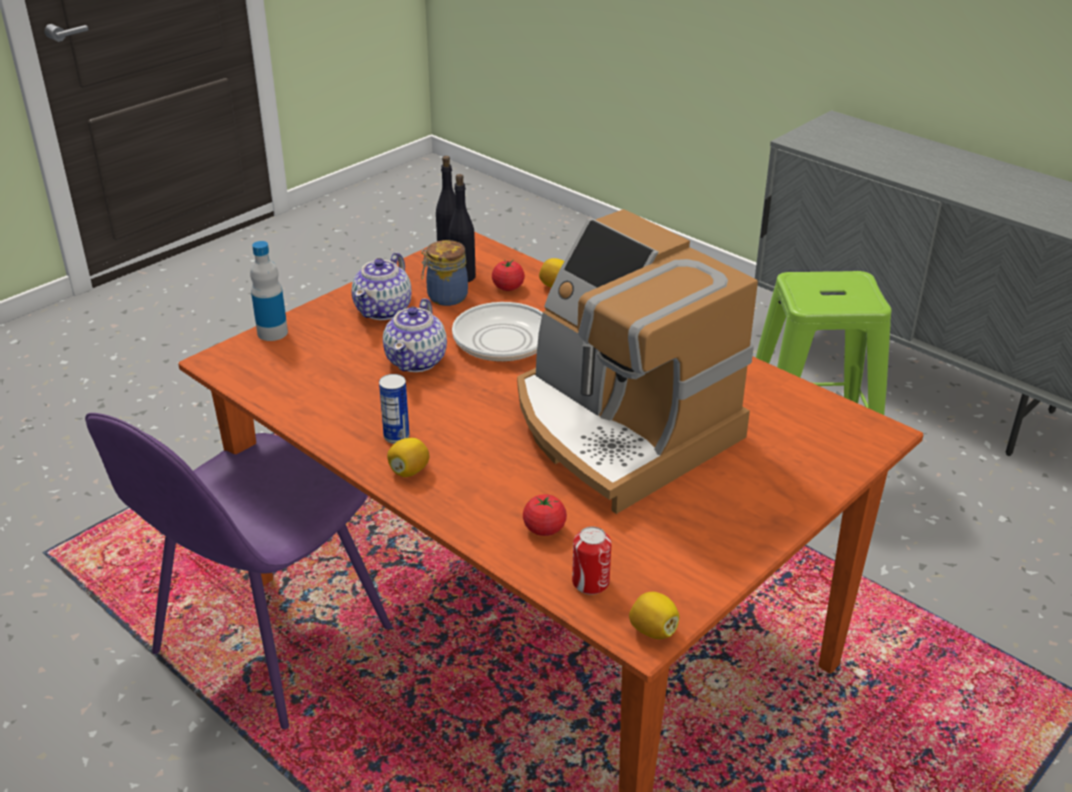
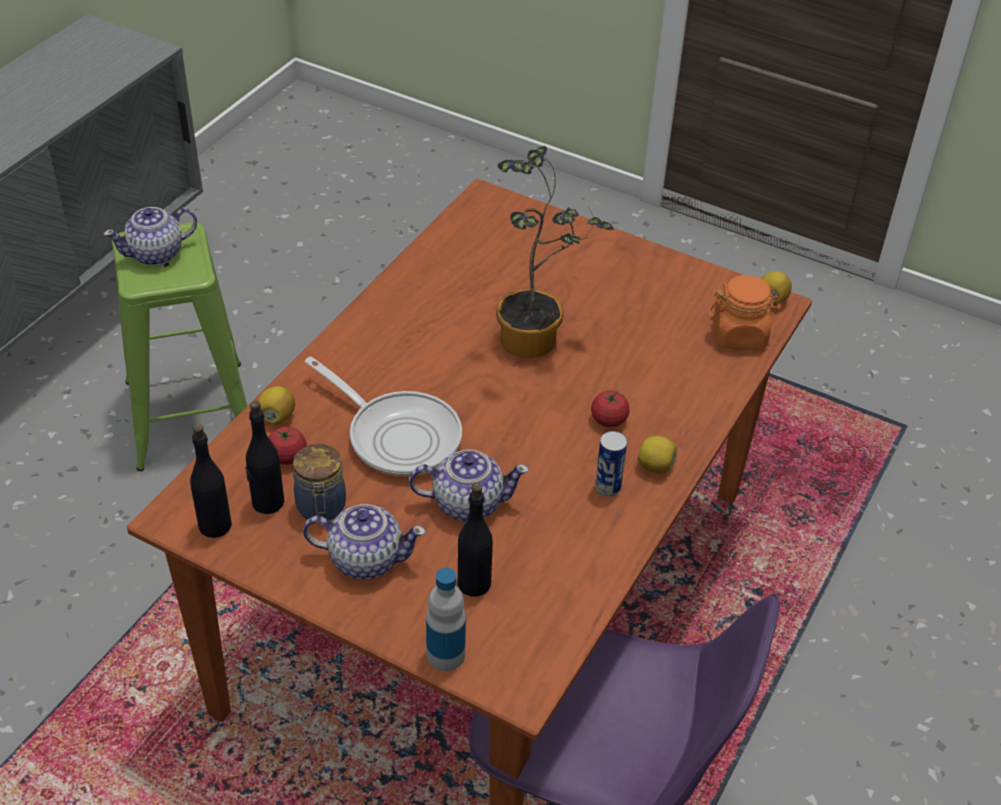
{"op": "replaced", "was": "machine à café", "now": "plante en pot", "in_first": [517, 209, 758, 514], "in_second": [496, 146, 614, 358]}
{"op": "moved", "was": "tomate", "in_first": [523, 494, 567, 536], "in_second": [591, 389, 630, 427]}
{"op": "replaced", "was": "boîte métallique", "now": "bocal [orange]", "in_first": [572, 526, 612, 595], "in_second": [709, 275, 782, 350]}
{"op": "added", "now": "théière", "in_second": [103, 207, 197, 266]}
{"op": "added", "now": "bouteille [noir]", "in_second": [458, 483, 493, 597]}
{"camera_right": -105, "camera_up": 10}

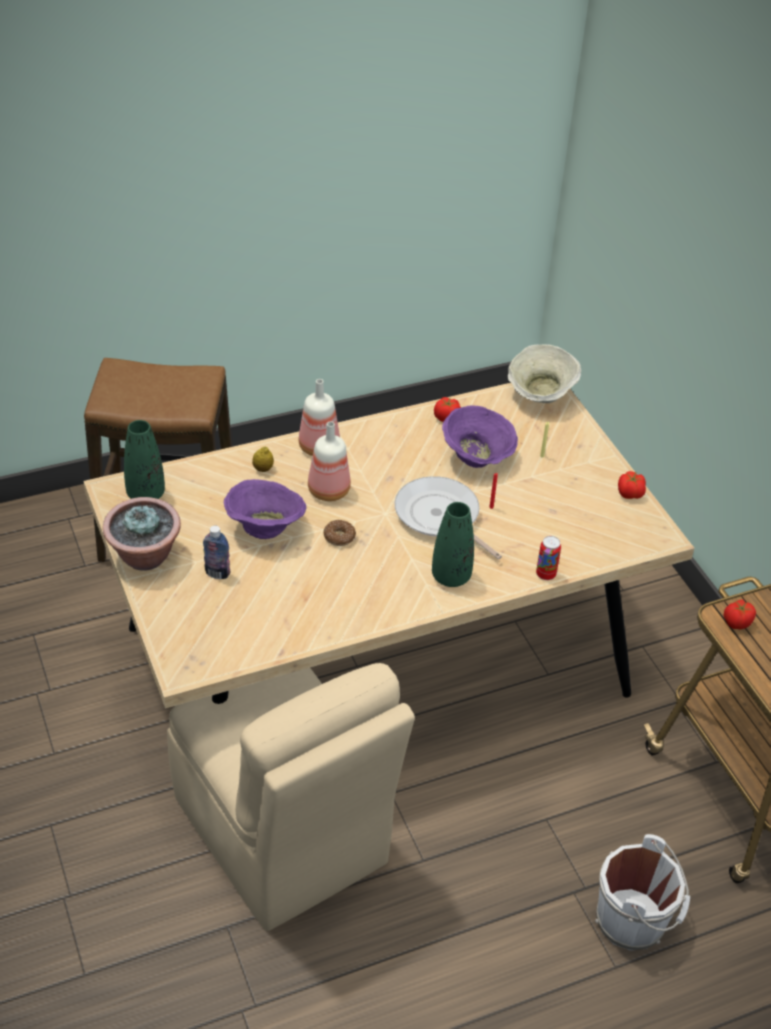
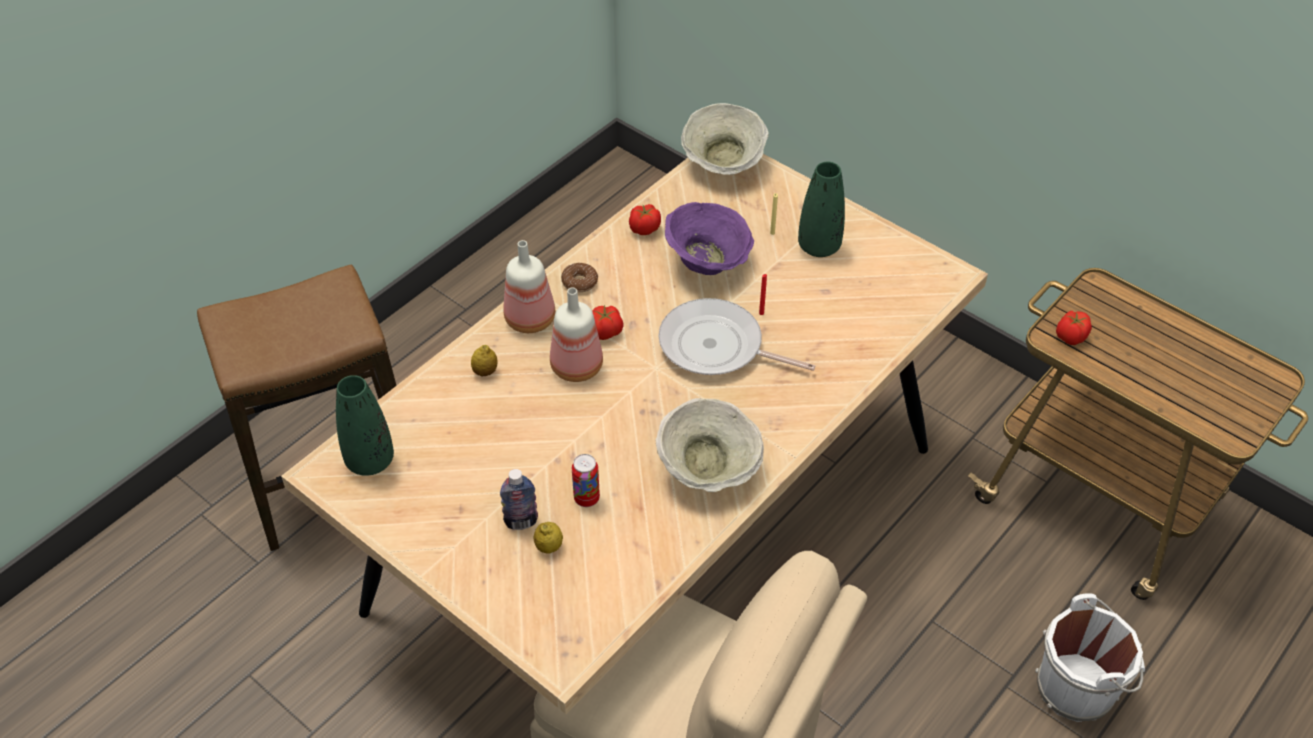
{"op": "moved", "was": "tomate", "in_first": [618, 471, 646, 499], "in_second": [592, 305, 624, 340]}
{"op": "removed", "was": "bol [violet]", "in_first": [224, 479, 306, 539]}
{"op": "removed", "was": "plante en pot", "in_first": [103, 497, 181, 571]}
{"op": "moved", "was": "vase [vert]", "in_first": [432, 502, 474, 587], "in_second": [798, 162, 845, 257]}
{"op": "moved", "was": "beignet", "in_first": [324, 520, 356, 546], "in_second": [561, 263, 598, 293]}
{"op": "moved", "was": "boîte métallique", "in_first": [536, 536, 561, 580], "in_second": [572, 454, 600, 507]}
{"op": "added", "now": "bol [beige]", "in_second": [656, 398, 764, 492]}
{"op": "added", "now": "citron", "in_second": [534, 522, 563, 554]}
{"camera_right": -25, "camera_up": 5}

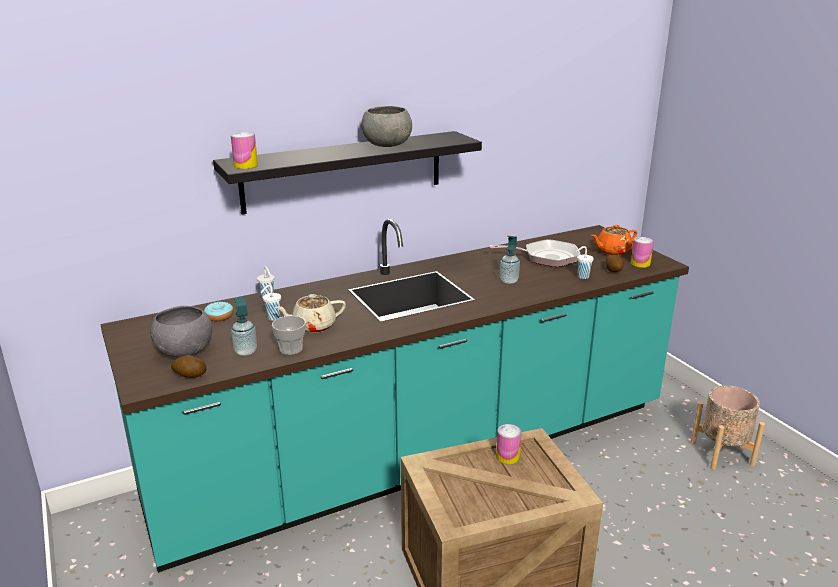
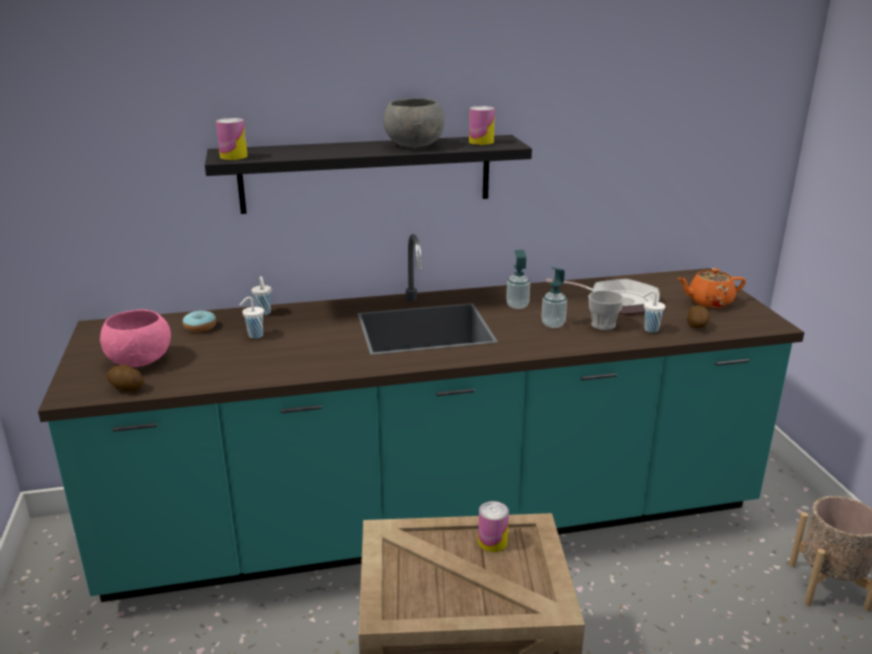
{"op": "moved", "was": "boîte métallique", "in_first": [631, 237, 654, 268], "in_second": [469, 106, 495, 145]}
{"op": "removed", "was": "théière [beige]", "in_first": [275, 294, 346, 333]}
{"op": "moved", "was": "distributeur de savon", "in_first": [231, 296, 257, 356], "in_second": [506, 250, 530, 309]}
{"op": "recoloured", "was": "bol [gris]", "now": "bol [rose]", "in_first": [150, 306, 212, 357], "in_second": [100, 309, 171, 367]}
{"op": "moved", "was": "tasse", "in_first": [272, 316, 306, 355], "in_second": [589, 290, 624, 330]}
{"camera_right": 15, "camera_up": 0}

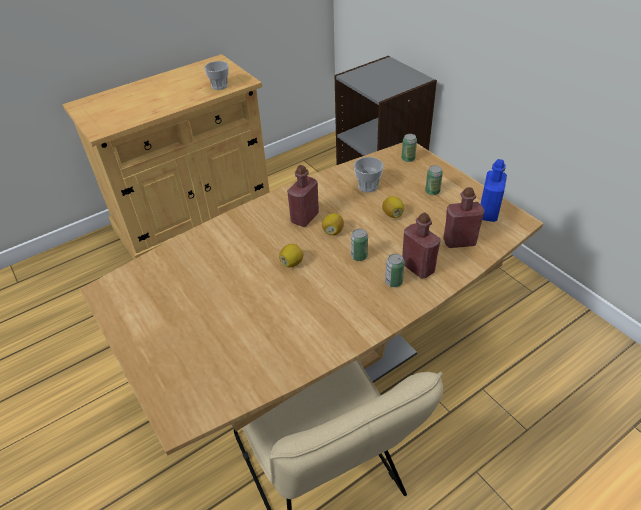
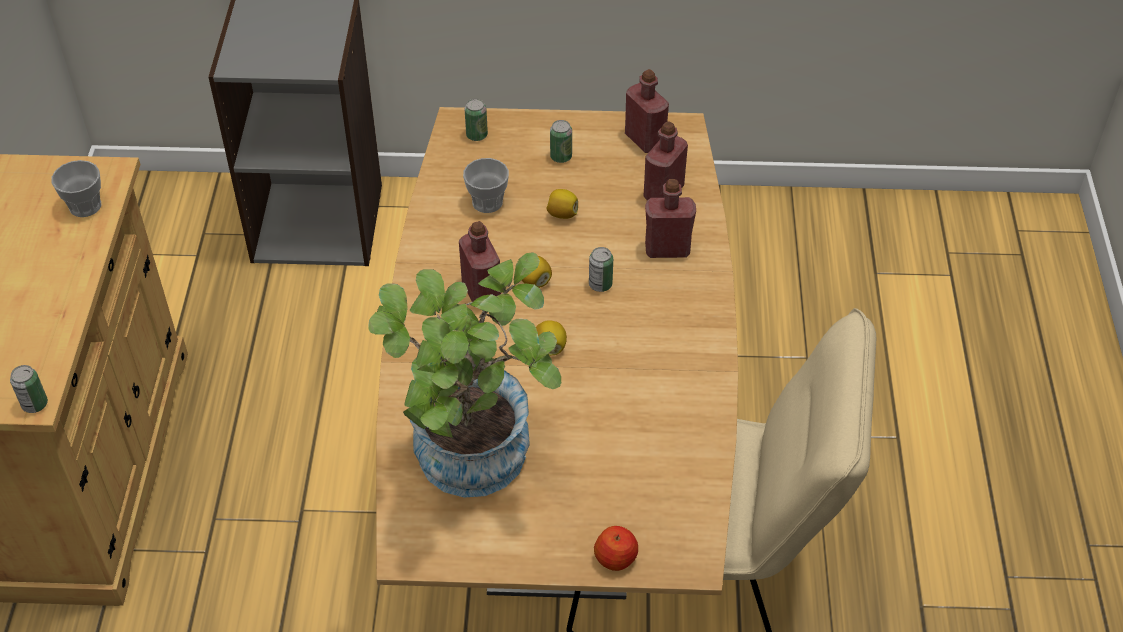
{"op": "recoloured", "was": "bouteille [bleu]", "now": "bouteille [rouge]", "in_first": [481, 159, 507, 222], "in_second": [625, 69, 669, 153]}
{"op": "moved", "was": "boîte métallique", "in_first": [385, 254, 405, 287], "in_second": [10, 365, 48, 413]}
{"op": "added", "now": "plante en pot", "in_second": [368, 252, 561, 497]}
{"op": "added", "now": "pomme", "in_second": [594, 526, 638, 571]}
{"camera_right": -55, "camera_up": 5}

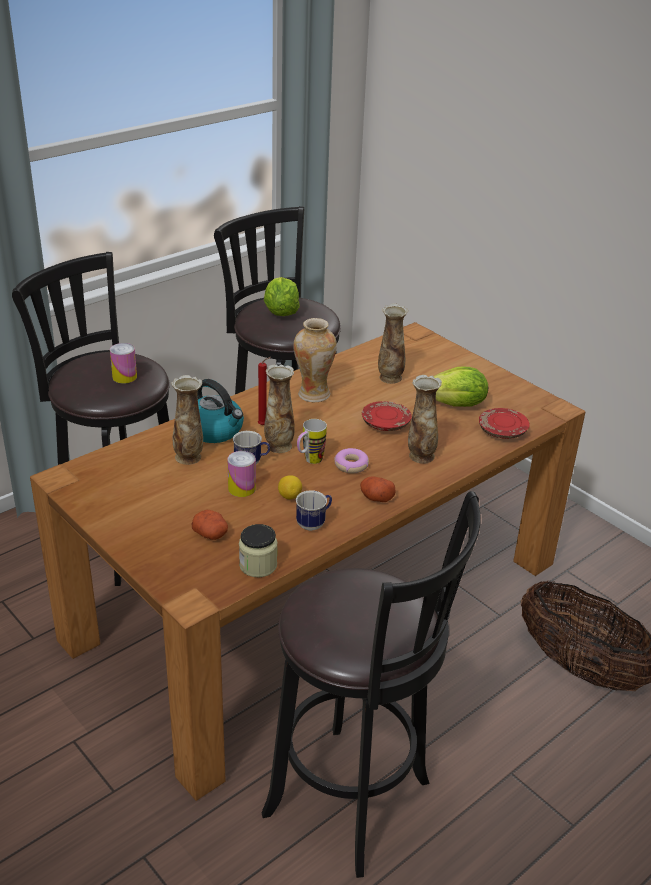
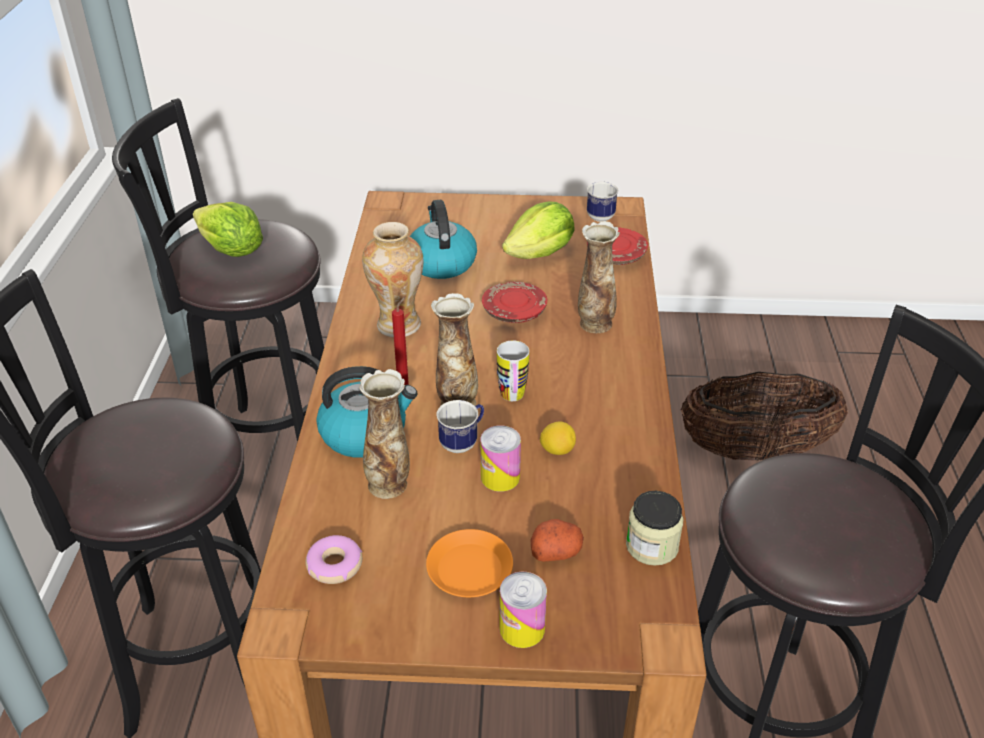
{"op": "replaced", "was": "vase", "now": "bouilloire", "in_first": [378, 304, 408, 384], "in_second": [410, 200, 477, 279]}
{"op": "moved", "was": "boîte métallique", "in_first": [110, 343, 137, 384], "in_second": [499, 572, 547, 648]}
{"op": "moved", "was": "beignet", "in_first": [334, 448, 369, 473], "in_second": [306, 535, 362, 584]}
{"op": "removed", "was": "pomme de terre", "in_first": [360, 476, 396, 502]}
{"op": "moved", "was": "mug", "in_first": [296, 490, 332, 531], "in_second": [587, 182, 618, 222]}
{"op": "added", "now": "assiette [orange]", "in_second": [426, 529, 513, 597]}
{"camera_right": -45, "camera_up": 5}

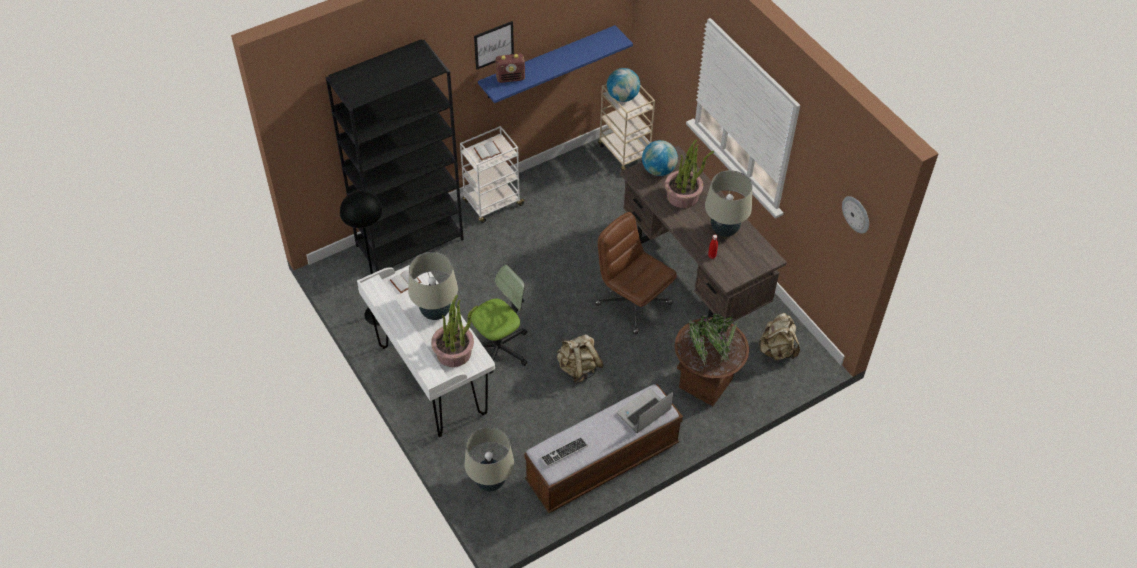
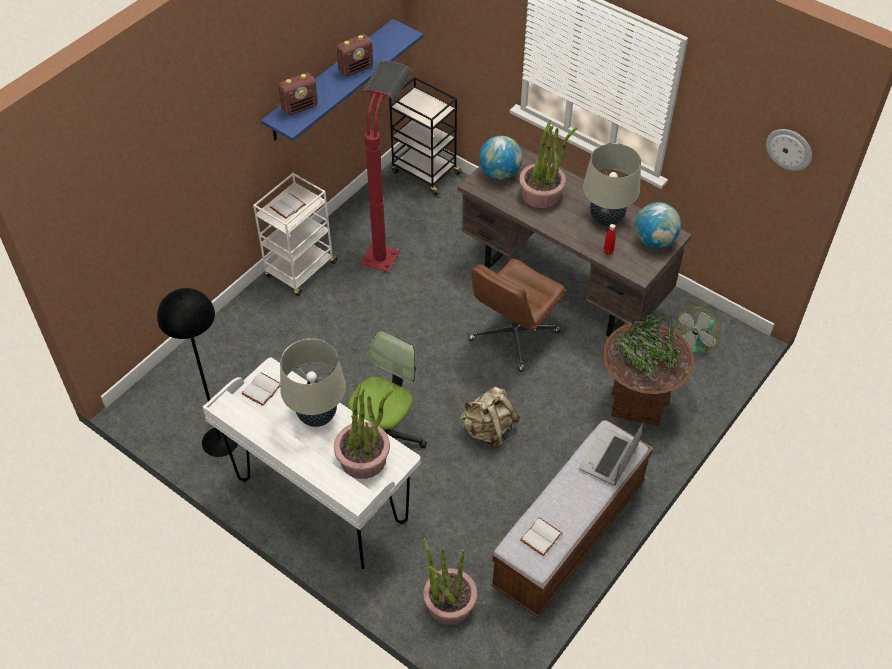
{"op": "removed", "was": "tableau", "in_first": [474, 21, 514, 70]}
{"op": "removed", "was": "bibliothèque [noir]", "in_first": [326, 39, 464, 272]}
{"op": "moved", "was": "globe", "in_first": [607, 68, 640, 102], "in_second": [635, 202, 681, 248]}
{"op": "recoloured", "was": "chariot [beige]", "now": "chariot [noir]", "in_first": [598, 84, 655, 171], "in_second": [389, 77, 463, 195]}
{"op": "turned", "was": "chaise de bureau [marron]", "in_first": [595, 212, 677, 334], "in_second": [468, 259, 565, 372], "clockwise": -75}
{"op": "replaced", "was": "sac à dos [beige]", "now": "ventilateur", "in_first": [758, 313, 800, 360], "in_second": [676, 306, 720, 354]}
{"op": "replaced", "was": "lampe de table [beige]", "now": "plante en pot", "in_first": [464, 427, 514, 492], "in_second": [423, 537, 477, 625]}
{"op": "replaced", "was": "clavier", "now": "livre [blanc]", "in_first": [541, 437, 588, 467], "in_second": [520, 517, 562, 556]}
{"op": "added", "now": "radio", "in_second": [336, 34, 373, 77]}
{"op": "added", "now": "lampadaire [rouge]", "in_second": [360, 60, 412, 272]}
{"camera_right": -20, "camera_up": 0}

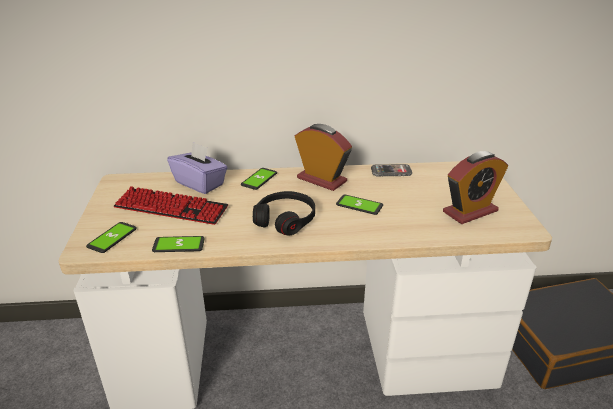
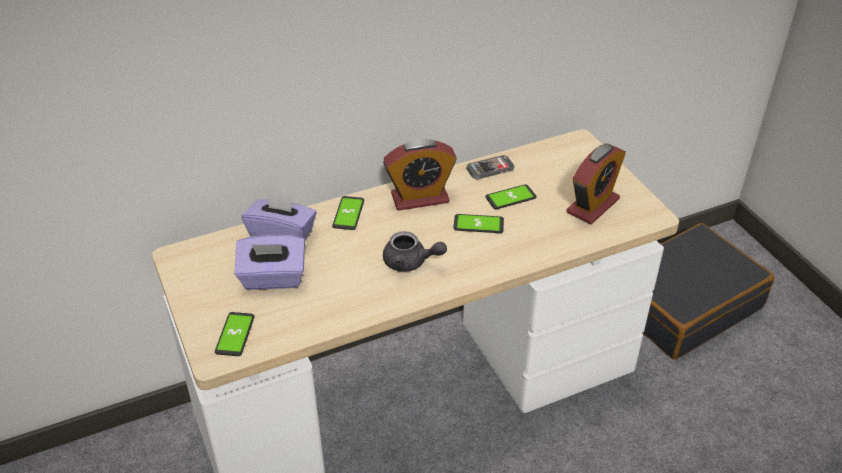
{"op": "turned", "was": "réveil", "in_first": [295, 124, 352, 191], "in_second": [383, 139, 457, 211], "clockwise": 150}
{"op": "replaced", "was": "clavier", "now": "boîte à mouchoirs [violet]", "in_first": [114, 186, 228, 225], "in_second": [235, 235, 305, 290]}
{"op": "replaced", "was": "casque audio [noir]", "now": "théière [gris]", "in_first": [253, 191, 315, 235], "in_second": [383, 231, 447, 272]}
{"op": "moved", "was": "téléphone", "in_first": [152, 236, 205, 252], "in_second": [485, 184, 537, 209]}
{"camera_right": -20, "camera_up": 10}

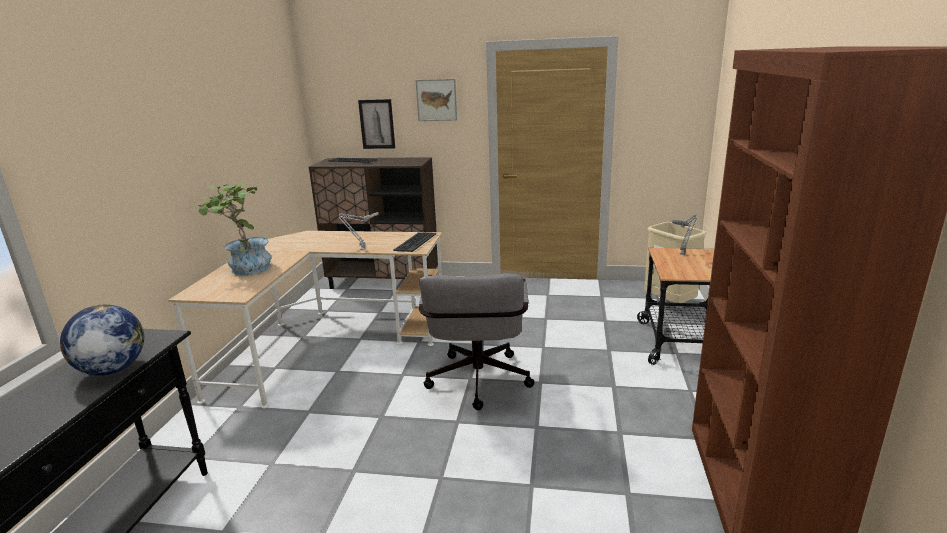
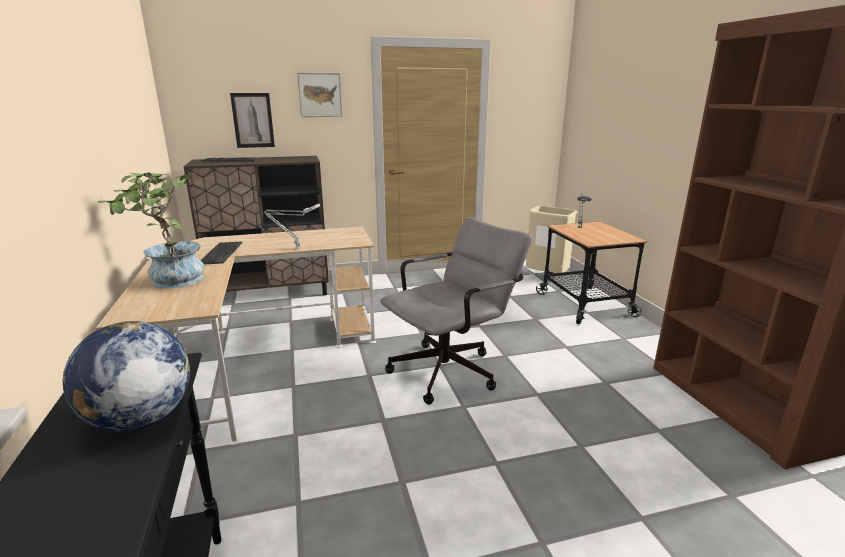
{"op": "moved", "was": "clavier", "in_first": [393, 232, 436, 252], "in_second": [201, 241, 242, 264]}
{"op": "turned", "was": "chaise de bureau [gris]", "in_first": [419, 274, 535, 410], "in_second": [380, 217, 532, 405], "clockwise": -105}
{"camera_right": -25, "camera_up": 0}

